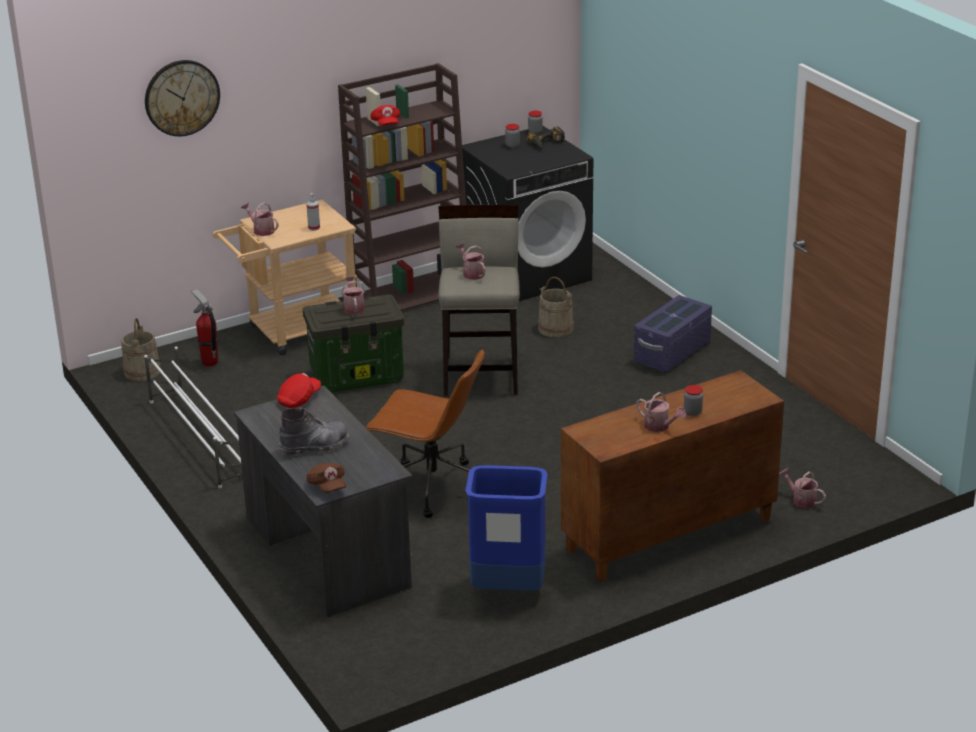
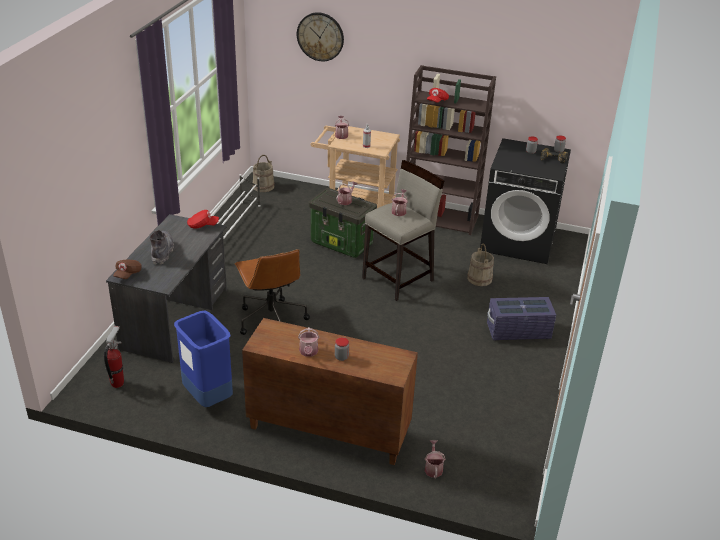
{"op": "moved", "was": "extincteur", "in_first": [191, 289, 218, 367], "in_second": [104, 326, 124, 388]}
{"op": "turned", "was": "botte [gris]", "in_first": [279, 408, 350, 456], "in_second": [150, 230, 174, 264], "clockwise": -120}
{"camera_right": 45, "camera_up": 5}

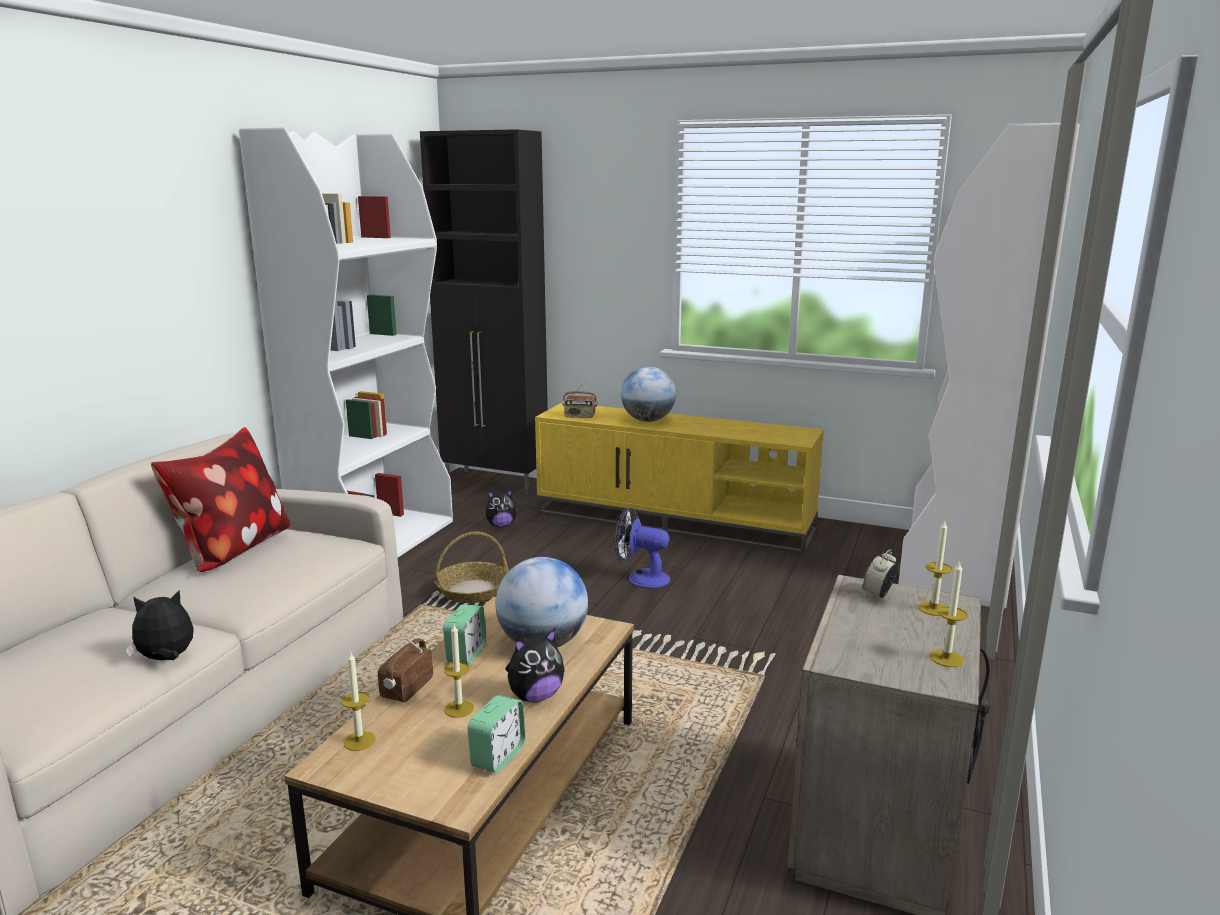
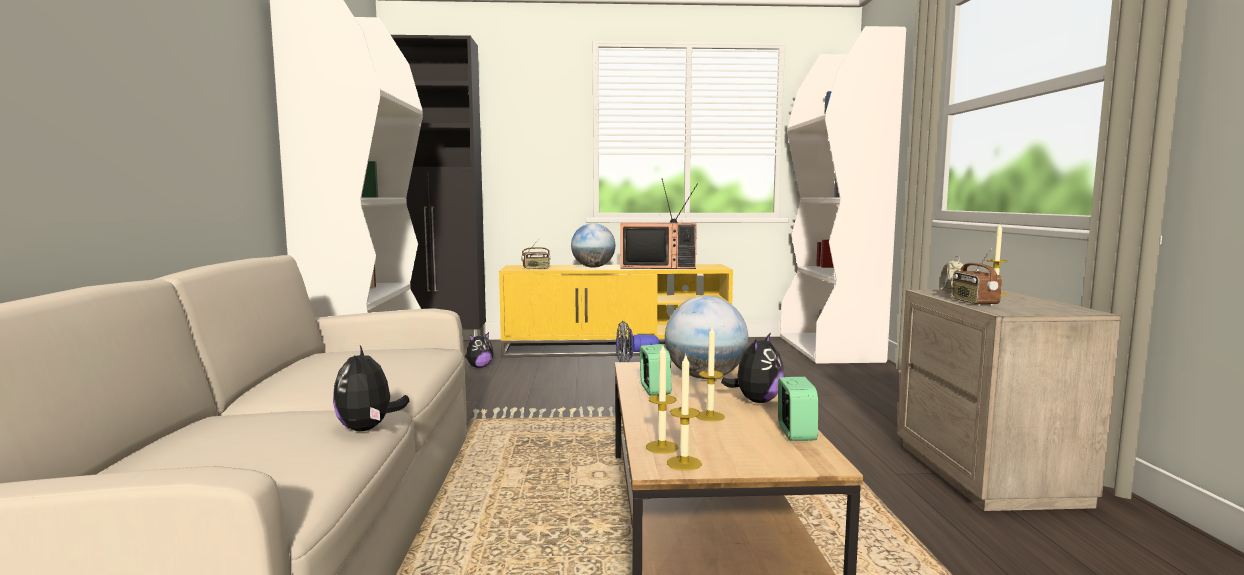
{"op": "removed", "was": "coussin", "in_first": [151, 427, 291, 572]}
{"op": "removed", "was": "panier", "in_first": [434, 532, 509, 603]}
{"op": "moved", "was": "bougie", "in_first": [929, 561, 968, 667], "in_second": [667, 353, 702, 471]}
{"op": "turned", "was": "peluche", "in_first": [125, 590, 194, 660], "in_second": [333, 345, 409, 431], "clockwise": -60}
{"op": "moved", "was": "radio", "in_first": [378, 637, 433, 702], "in_second": [952, 248, 1002, 306]}
{"op": "added", "now": "téléviseur", "in_second": [620, 178, 698, 269]}
{"camera_right": -25, "camera_up": -10}

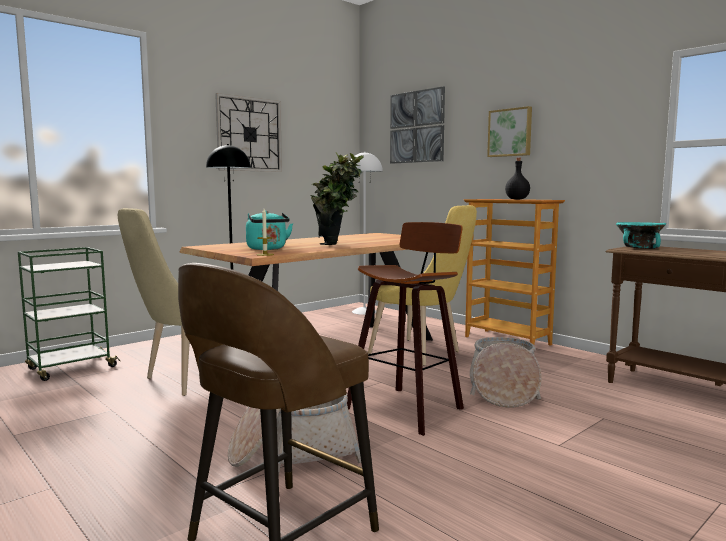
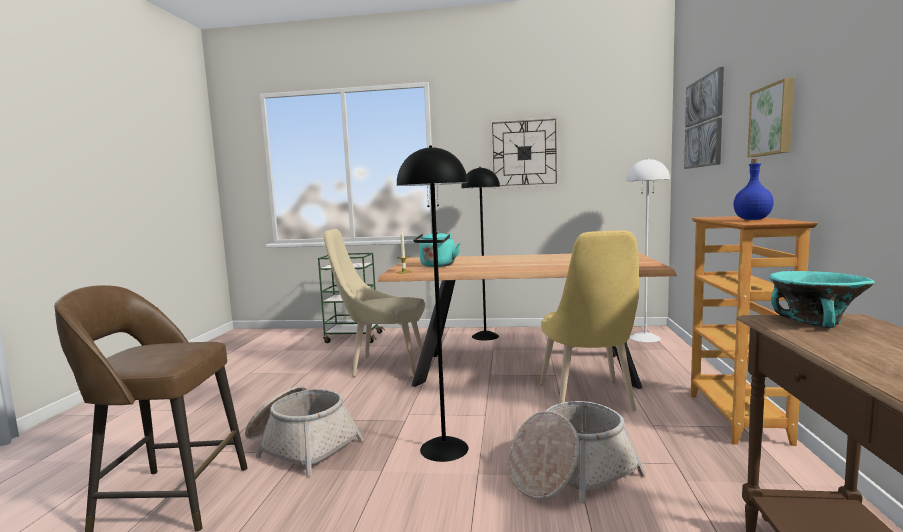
{"op": "removed", "was": "plante en pot", "in_first": [310, 153, 364, 245]}
{"op": "recoloured", "was": "bouteille [noir]", "now": "bouteille [bleu]", "in_first": [505, 158, 530, 200], "in_second": [733, 159, 774, 220]}
{"op": "replaced", "was": "tabouret", "now": "lampadaire [noir]", "in_first": [347, 222, 464, 436], "in_second": [397, 145, 469, 462]}
{"camera_right": 50, "camera_up": 0}

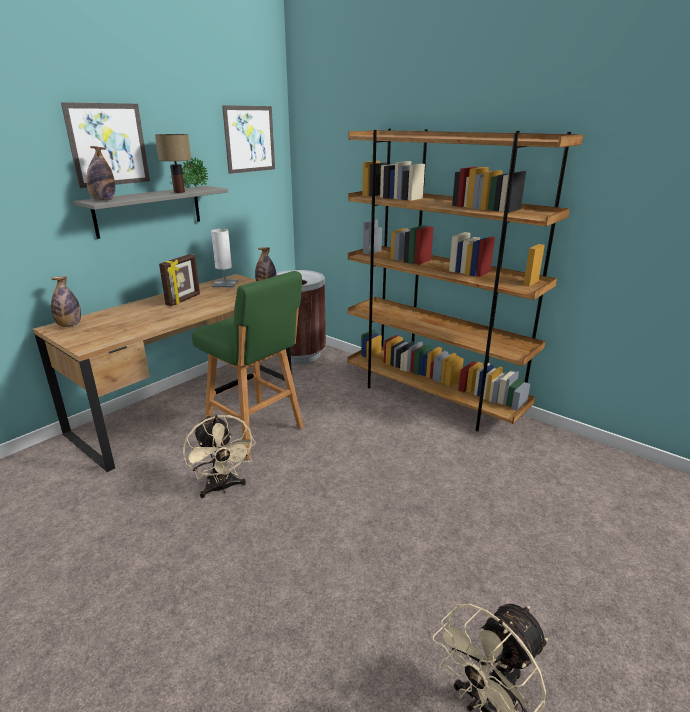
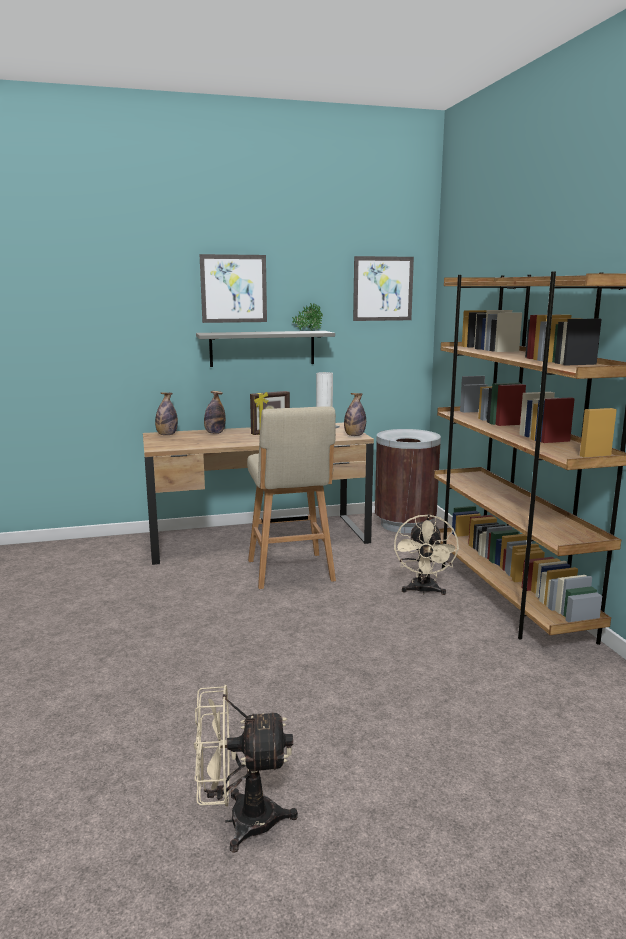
{"op": "removed", "was": "lampe de table", "in_first": [155, 134, 191, 193]}
{"op": "moved", "was": "bouteille", "in_first": [87, 146, 115, 201], "in_second": [204, 391, 226, 434]}
{"op": "recoloured", "was": "tabouret [vert]", "now": "tabouret [beige]", "in_first": [192, 271, 303, 460], "in_second": [247, 406, 336, 589]}
{"op": "moved", "was": "ventilateur [beige]", "in_first": [183, 415, 256, 498], "in_second": [394, 514, 459, 595]}
{"camera_right": 35, "camera_up": -10}

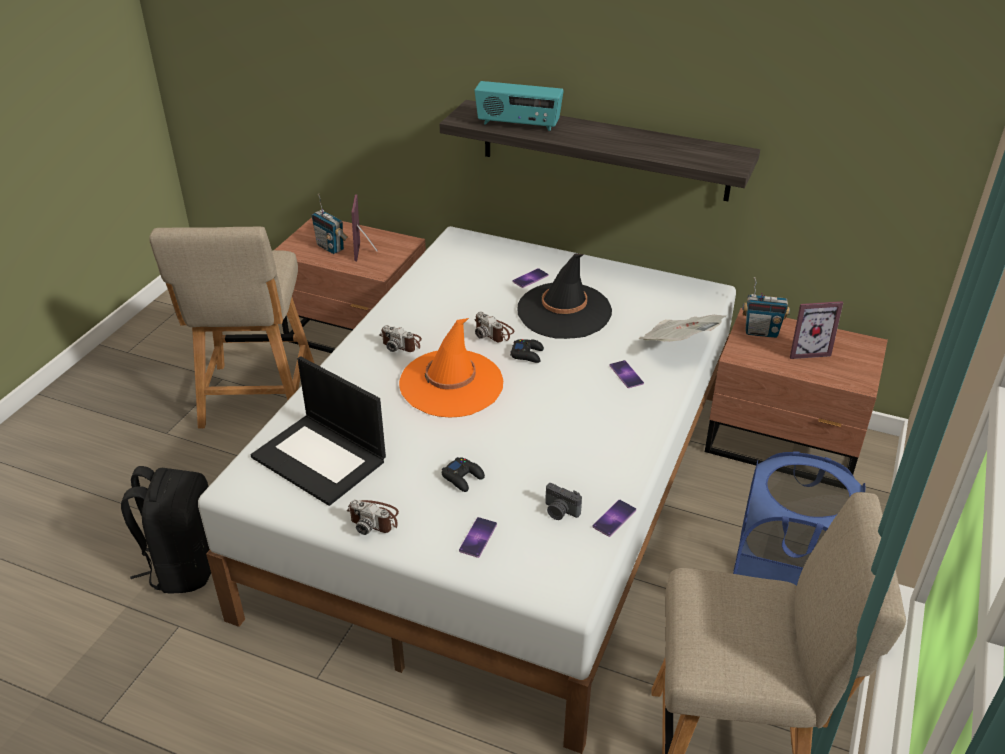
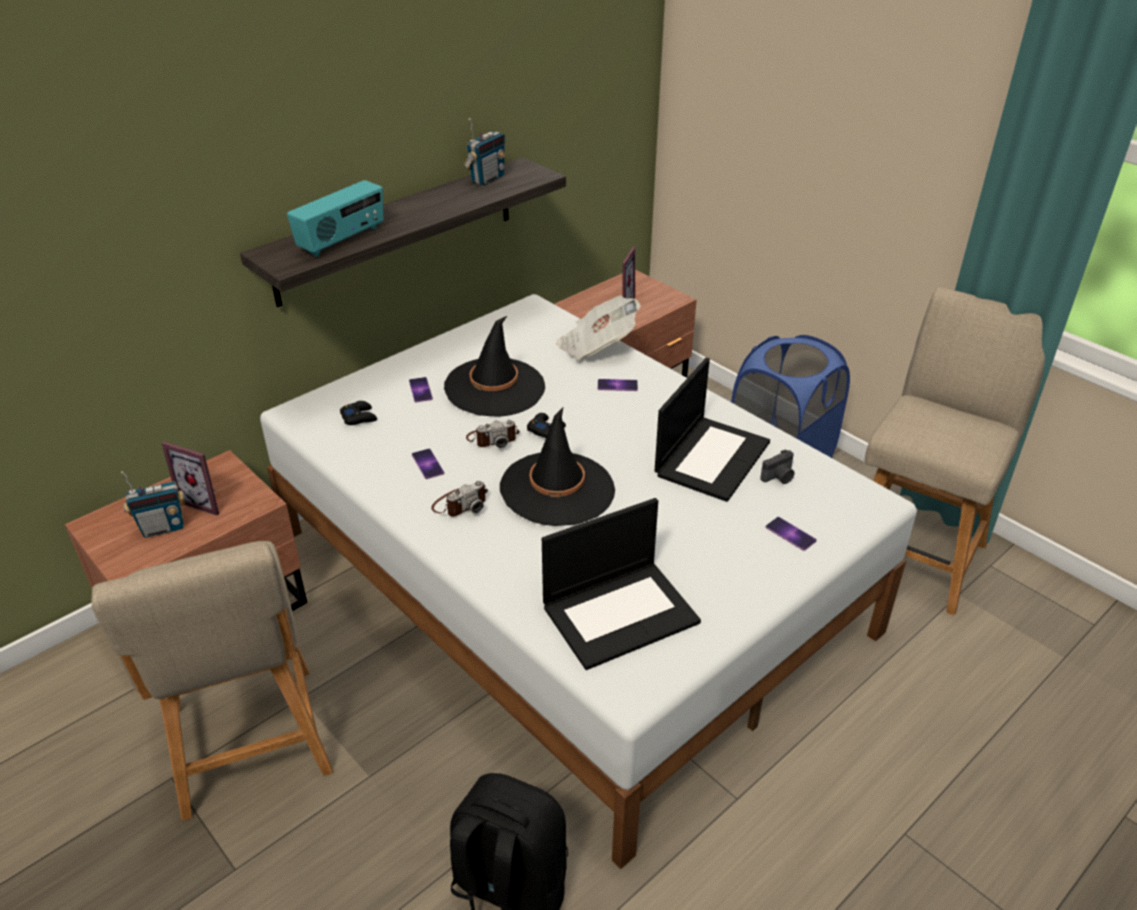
{"op": "turned", "was": "chaise [beige]", "in_first": [149, 227, 315, 428], "in_second": [92, 541, 333, 821], "clockwise": 45}
{"op": "moved", "was": "radio", "in_first": [742, 277, 790, 338], "in_second": [464, 118, 505, 186]}
{"op": "recoloured", "was": "chapeau [orange]", "now": "chapeau [noir]", "in_first": [399, 318, 503, 417], "in_second": [500, 406, 615, 526]}
{"op": "moved", "was": "manette [noir]", "in_first": [442, 457, 485, 492], "in_second": [340, 401, 377, 425]}
{"op": "removed", "was": "appareil photo", "in_first": [346, 500, 399, 535]}
{"op": "moved", "was": "téléphone", "in_first": [592, 500, 636, 537], "in_second": [412, 448, 444, 479]}
{"op": "added", "now": "ordinateur portable", "in_second": [655, 358, 770, 502]}
{"camera_right": -65, "camera_up": 0}

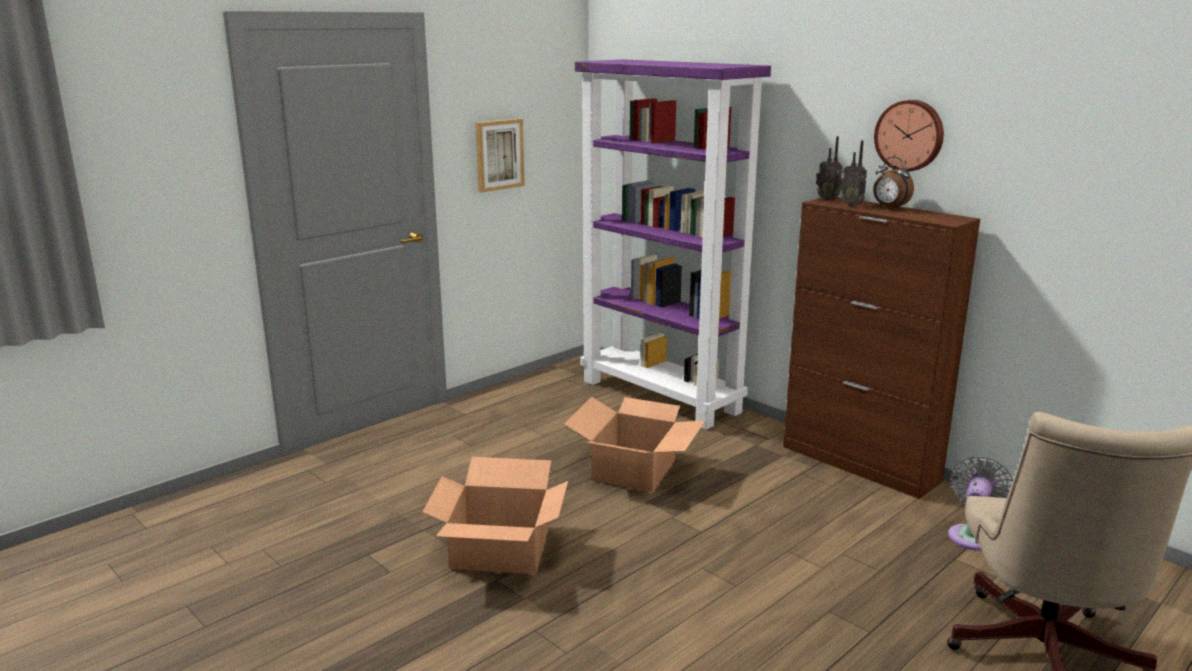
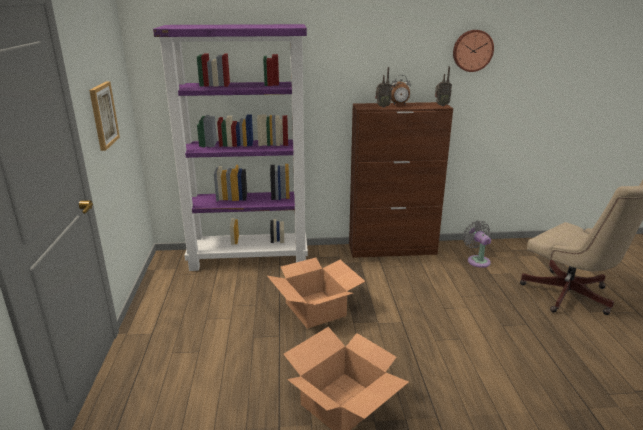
{"op": "moved", "was": "horloge murale", "in_first": [874, 100, 944, 172], "in_second": [453, 30, 494, 72]}
{"op": "moved", "was": "radio", "in_first": [816, 136, 842, 201], "in_second": [435, 66, 452, 106]}
{"camera_right": -50, "camera_up": 5}

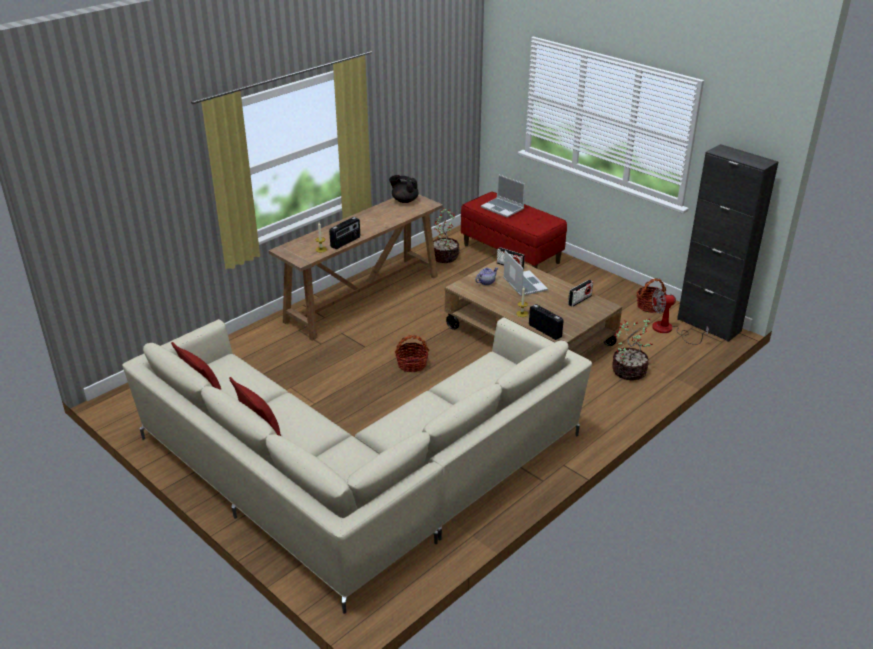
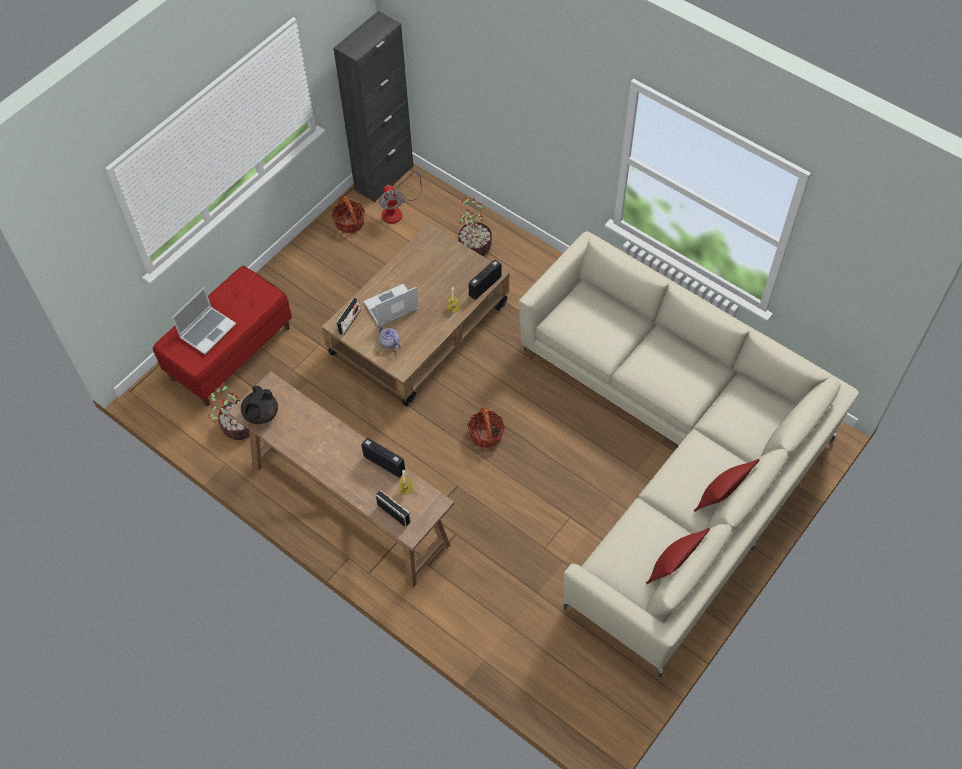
{"op": "moved", "was": "radio", "in_first": [568, 280, 593, 307], "in_second": [376, 490, 411, 527]}
{"camera_right": -95, "camera_up": 25}

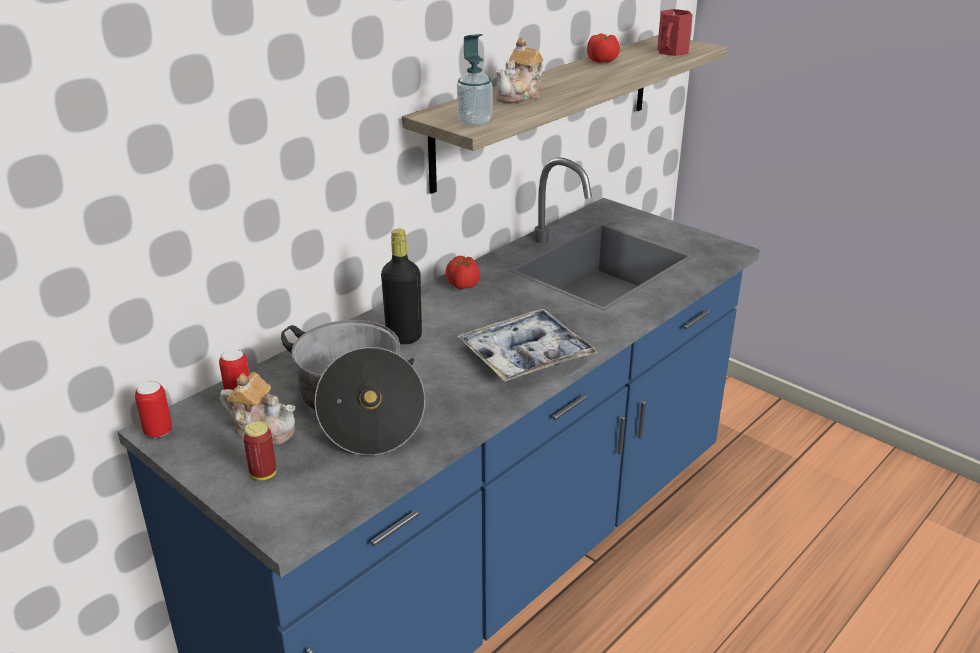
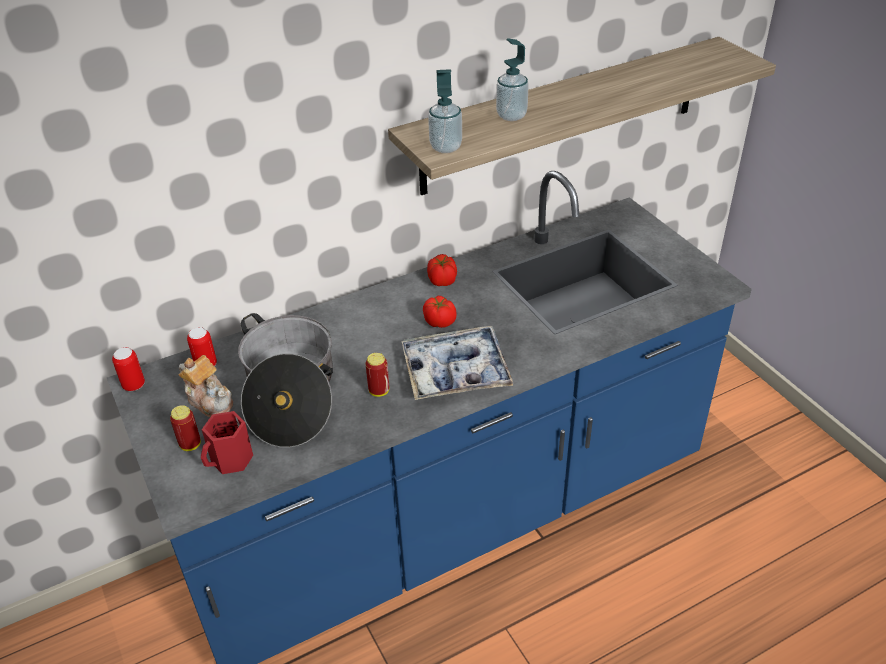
{"op": "moved", "was": "mug [rouge]", "in_first": [657, 9, 693, 56], "in_second": [201, 411, 253, 474]}
{"op": "moved", "was": "tomate", "in_first": [587, 33, 620, 63], "in_second": [423, 296, 456, 328]}
{"op": "replaced", "was": "théière", "now": "distributeur de savon", "in_first": [495, 38, 543, 103], "in_second": [496, 38, 529, 121]}
{"op": "removed", "was": "bouteille [noir]", "in_first": [381, 229, 422, 344]}
{"op": "added", "now": "boîte métallique", "in_second": [365, 353, 389, 397]}
{"camera_right": 20, "camera_up": 10}

